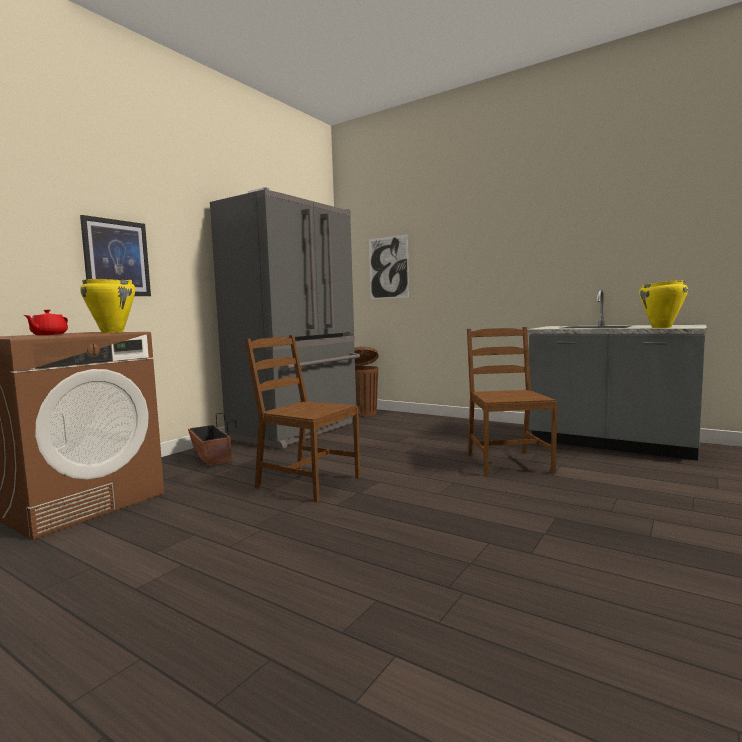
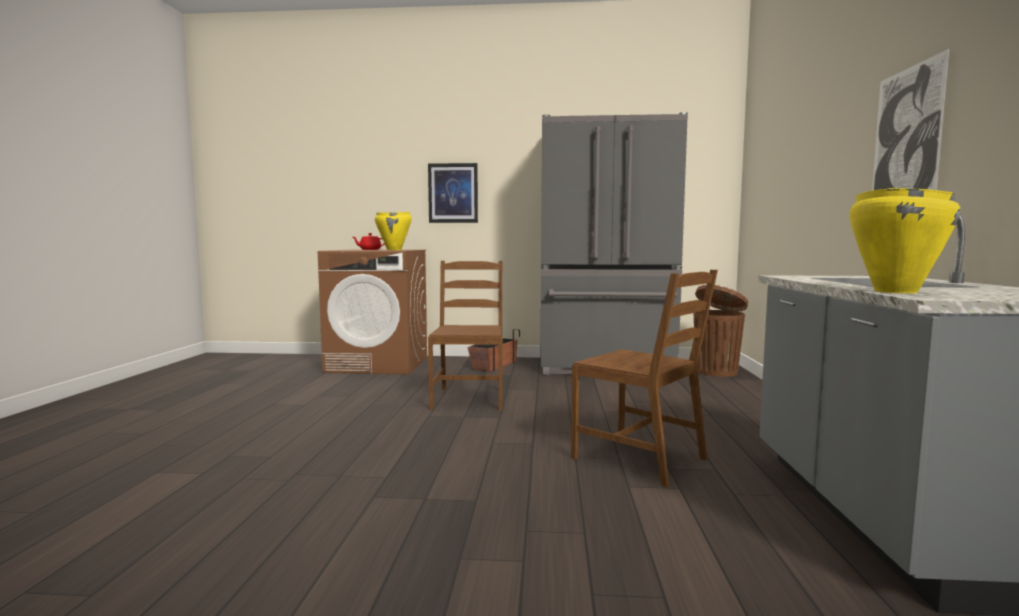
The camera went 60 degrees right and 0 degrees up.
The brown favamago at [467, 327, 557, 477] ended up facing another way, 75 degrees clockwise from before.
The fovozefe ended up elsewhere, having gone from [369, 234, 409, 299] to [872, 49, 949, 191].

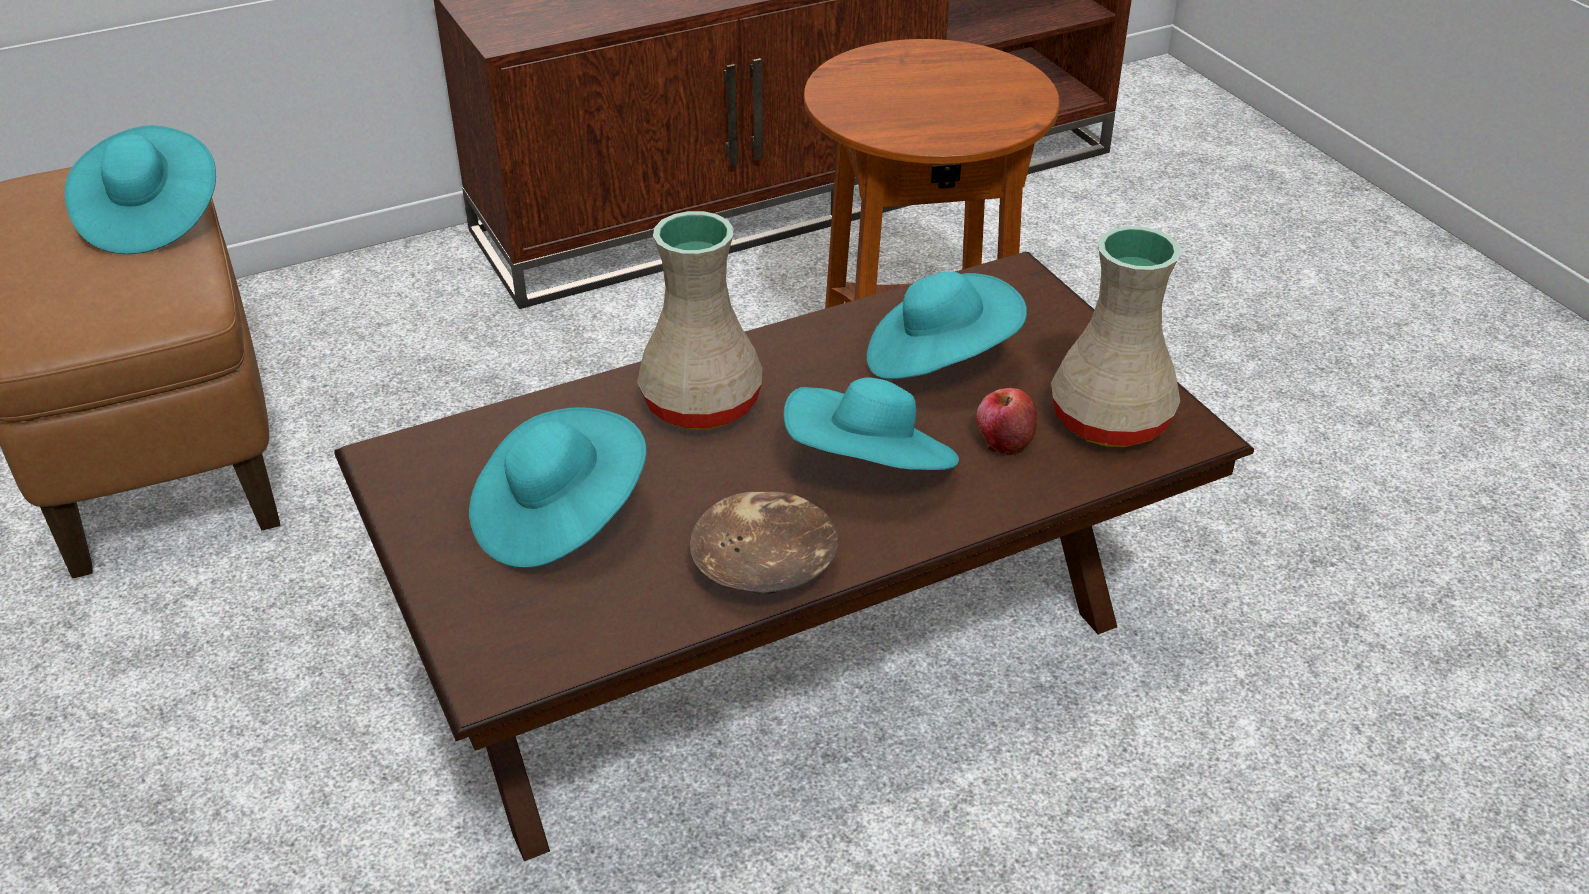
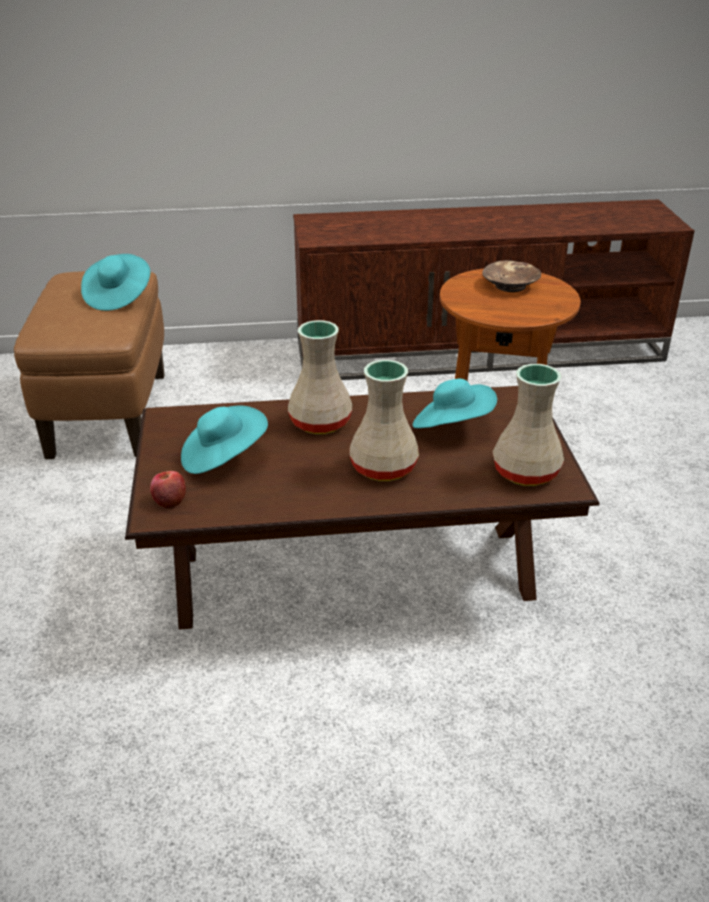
The camera went 20 degrees right and 5 degrees down.
The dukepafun ended up elsewhere, having gone from [976, 388, 1037, 456] to [150, 471, 186, 509].
Where the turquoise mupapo stood at [784, 377, 959, 470], the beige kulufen came to stand at [349, 360, 419, 481].
The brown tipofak ended up elsewhere, having gone from [690, 491, 838, 594] to [482, 260, 541, 292].

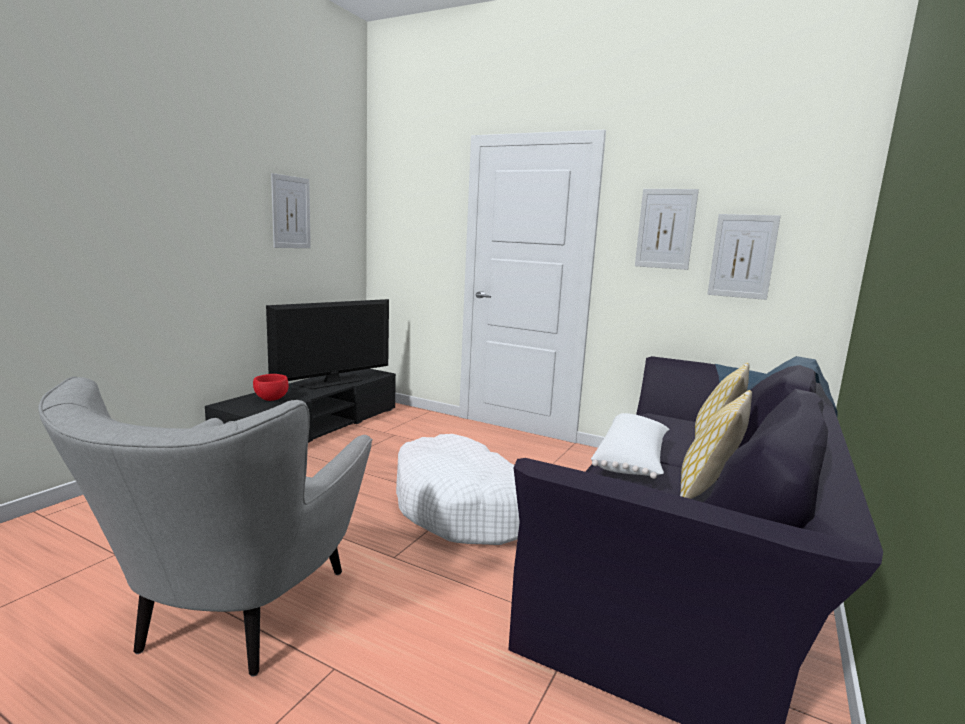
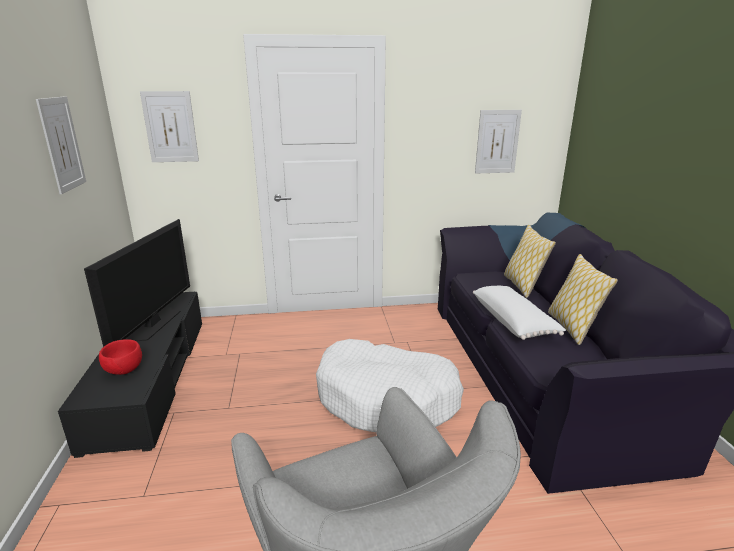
The camera went 35 degrees left and 10 degrees up.
The fovozefe ended up elsewhere, having gone from [635, 189, 699, 270] to [140, 91, 199, 162].

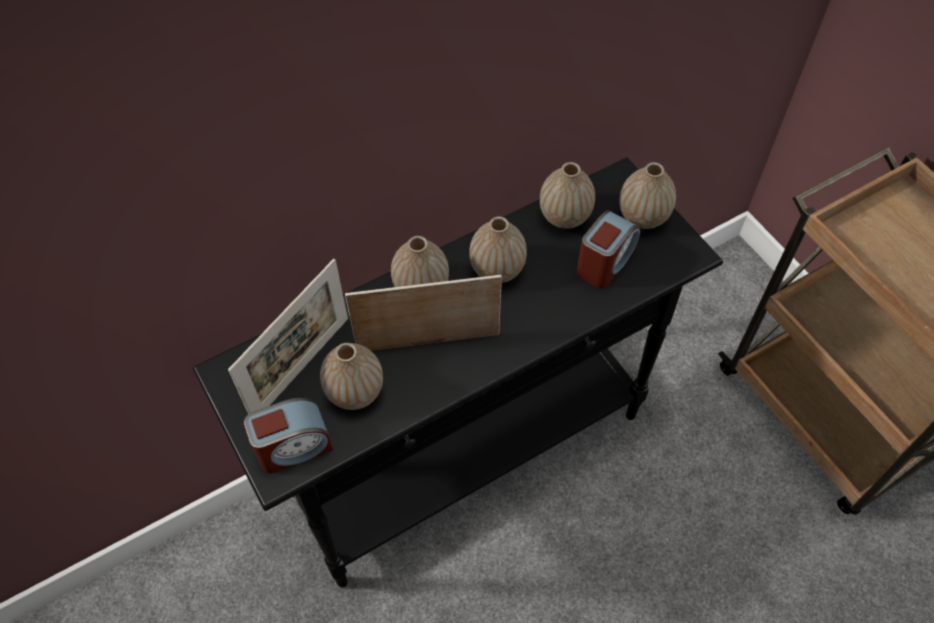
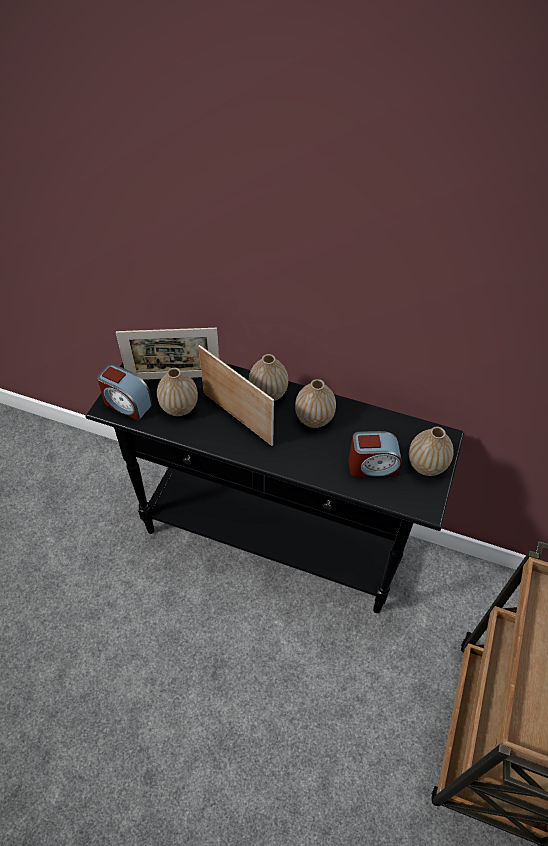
The camera went 50 degrees right and 5 degrees down.
The second view lost the kulufen at [540, 162, 595, 229].

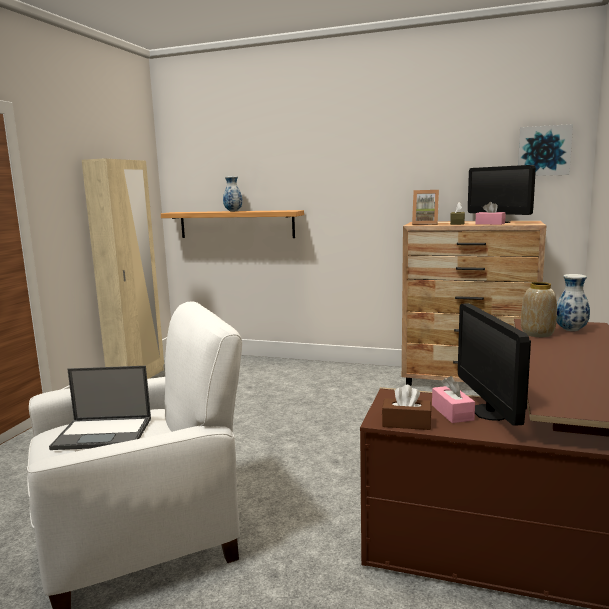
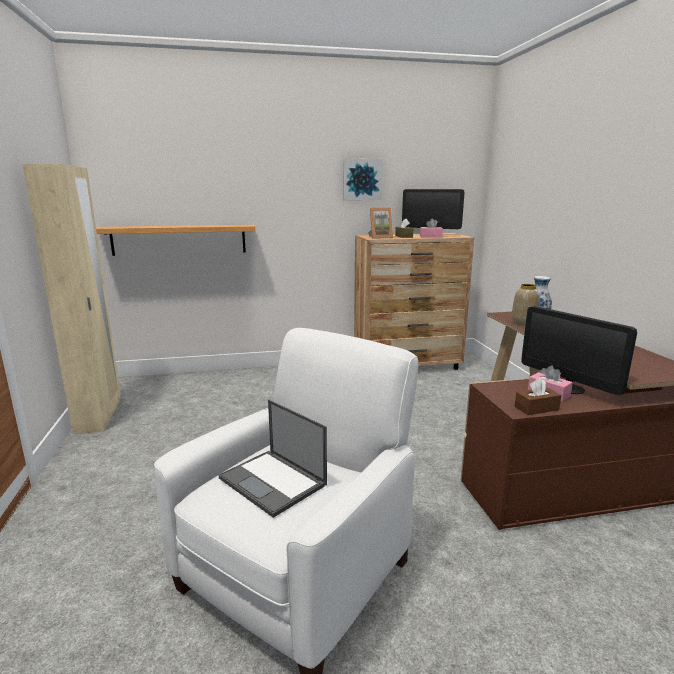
The camera went 30 degrees left and 5 degrees up.
The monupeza at [49, 366, 151, 450] ended up facing another way, 75 degrees clockwise from before.
The fovozefe ended up elsewhere, having gone from [518, 124, 573, 176] to [343, 158, 383, 200].
The second view lost the kulufen at [223, 176, 243, 212].

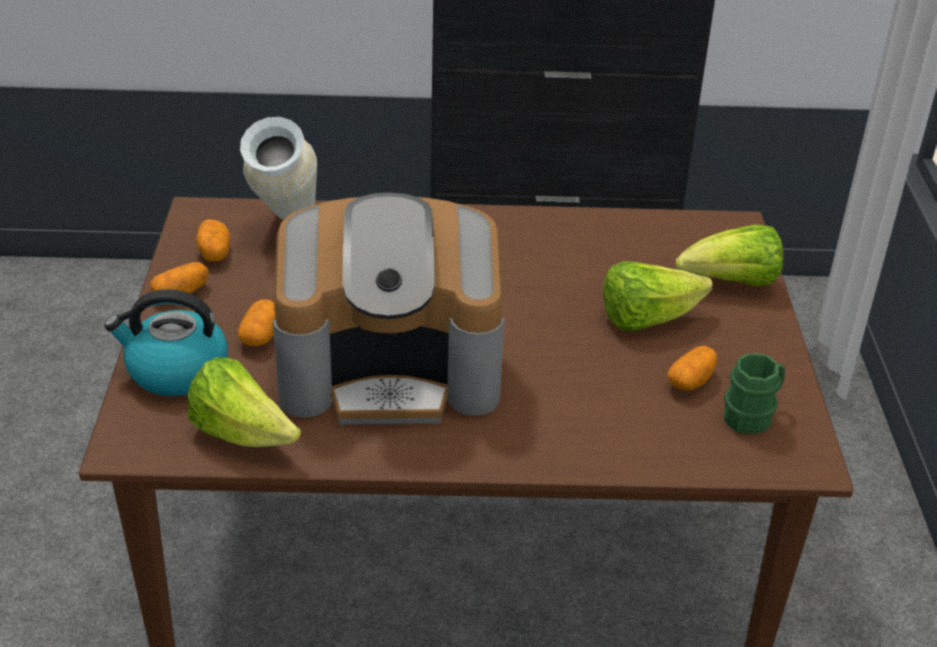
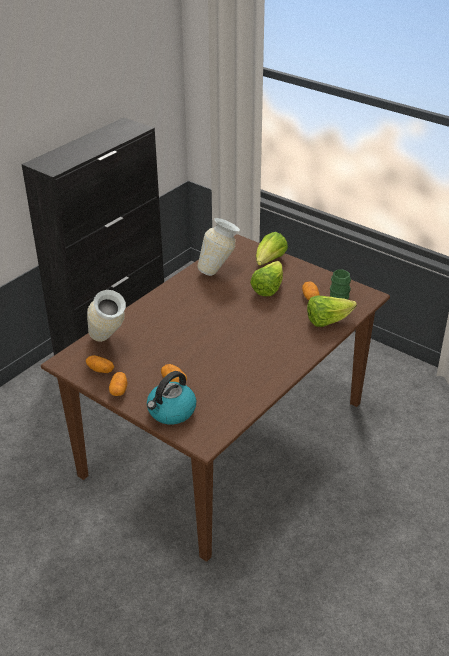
The camera went 50 degrees left and 0 degrees up.
The second view gained the kulufen at [198, 218, 240, 276].
The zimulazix ended up elsewhere, having gone from [187, 357, 301, 447] to [307, 295, 357, 327].
The second view lost the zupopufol at [273, 192, 505, 424].

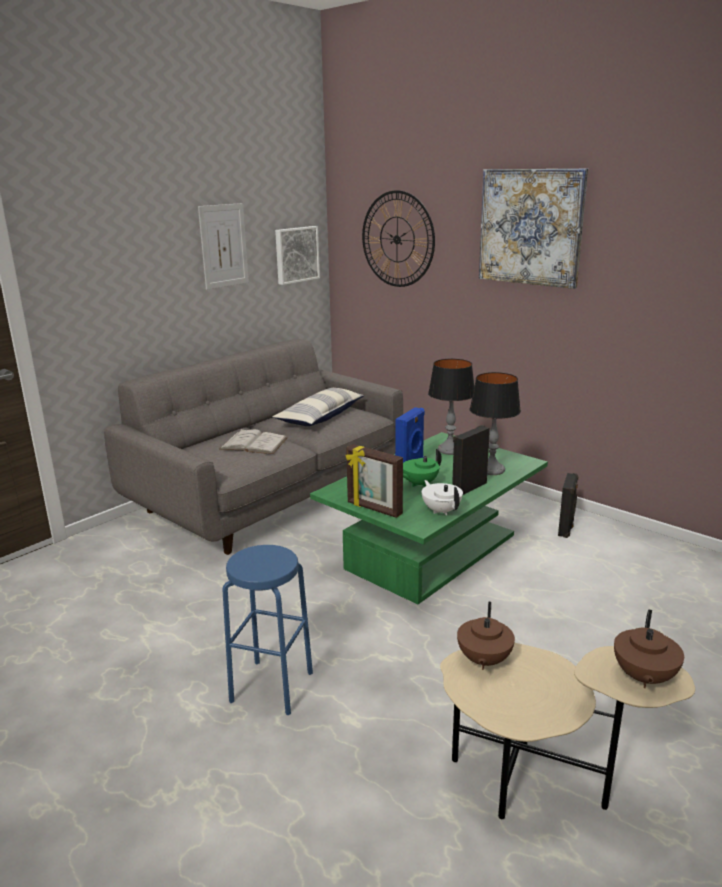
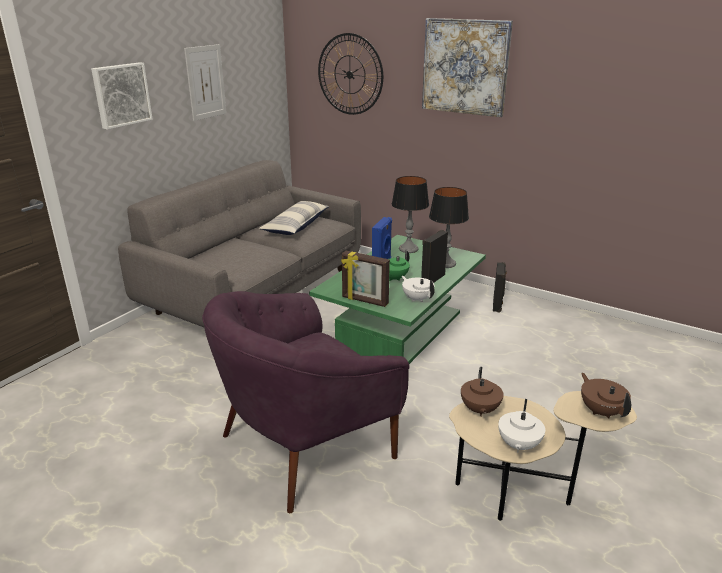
The camera went 10 degrees left and 5 degrees up.
The fovozefe ended up elsewhere, having gone from [275, 226, 320, 285] to [91, 62, 153, 129].
Where the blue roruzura stood at [222, 545, 313, 715], the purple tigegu came to stand at [202, 291, 410, 513].
The second view gained the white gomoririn at [498, 399, 545, 453].
The brown gomoririn at [614, 610, 684, 688] ended up facing another way, 150 degrees clockwise from before.
The second view lost the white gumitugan at [219, 429, 288, 454].

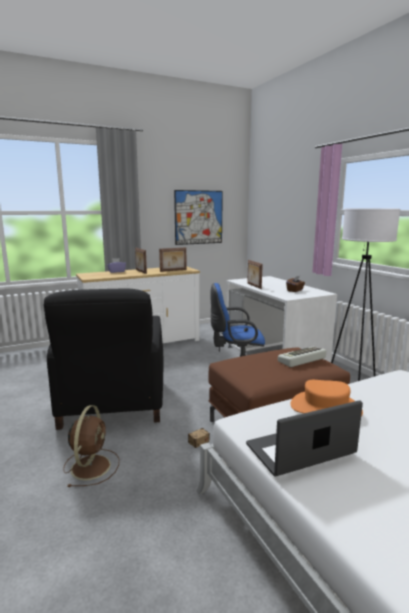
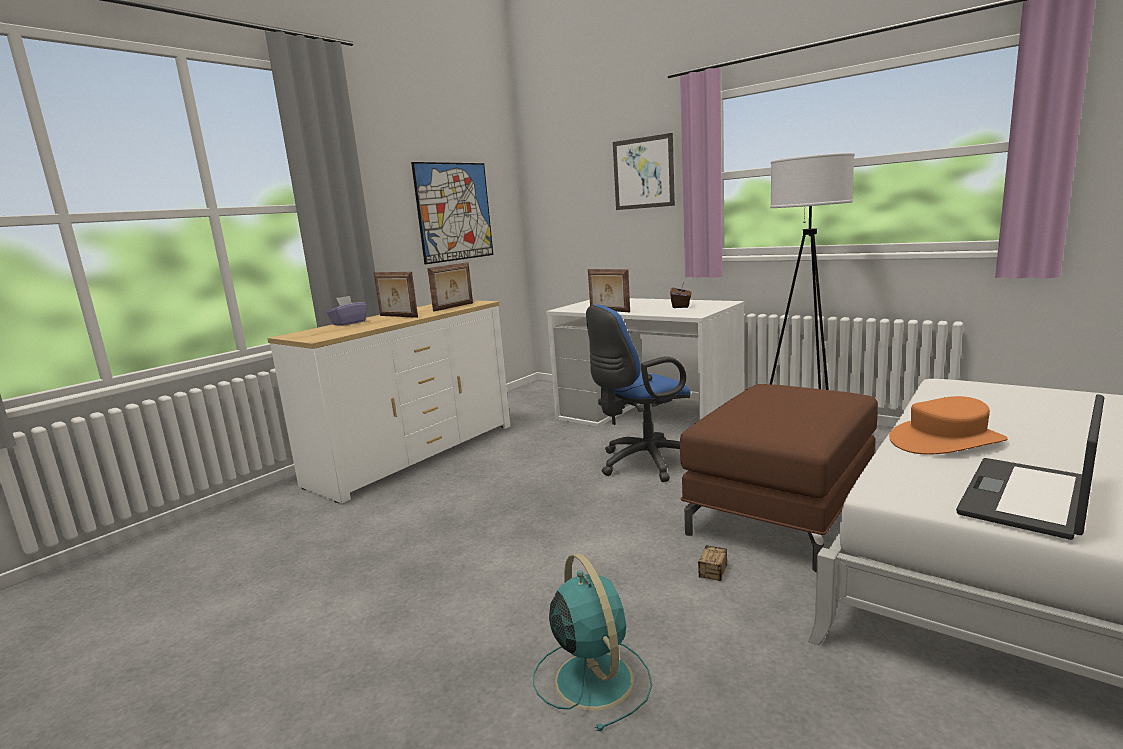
The camera went 25 degrees left and 0 degrees up.
What was the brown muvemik at [63, 405, 119, 487] turned into the turquoise muvemik at [533, 553, 652, 731].
The second view gained the fovozefe at [613, 133, 675, 210].
The second view lost the black tigegu at [44, 288, 163, 430].
The second view lost the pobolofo at [278, 347, 326, 367].

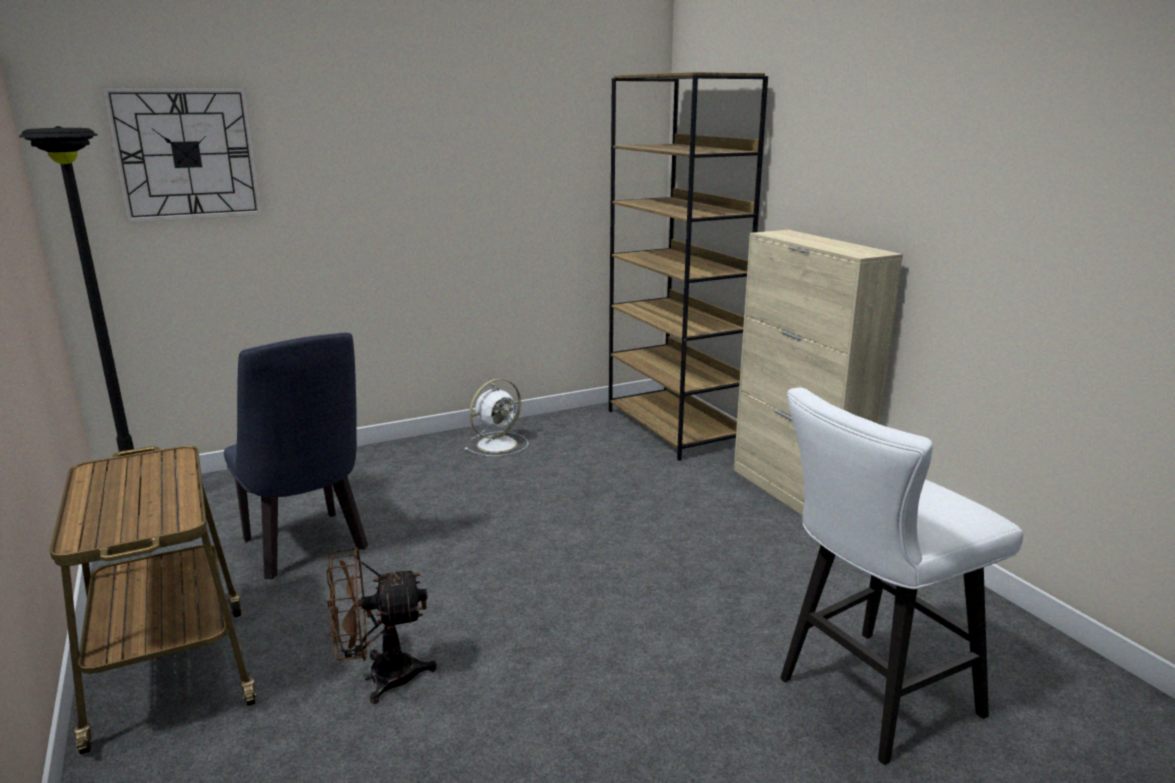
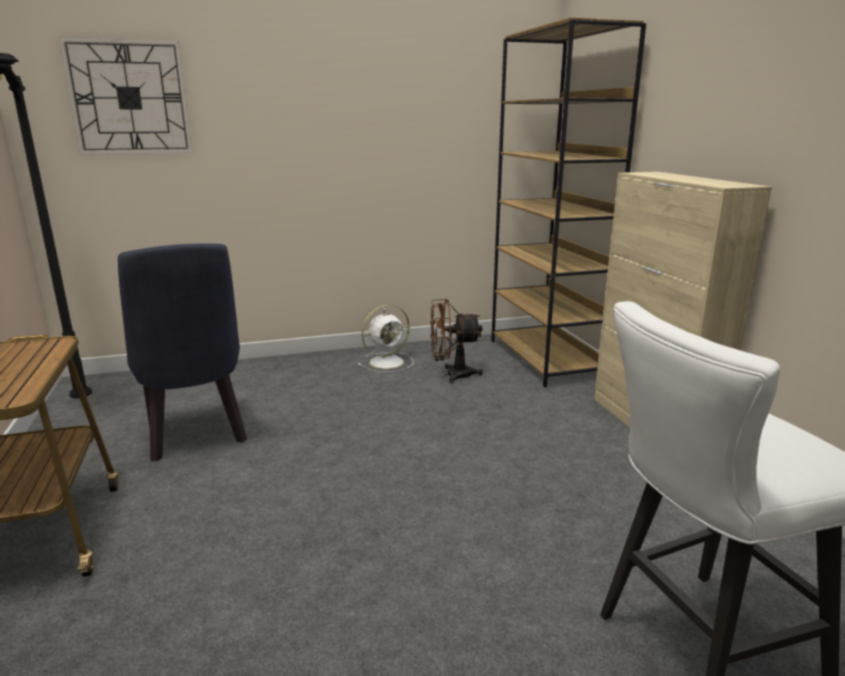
The camera went 10 degrees right and 0 degrees up.
The brown muvemik ended up elsewhere, having gone from [327, 547, 437, 704] to [430, 299, 483, 383].

